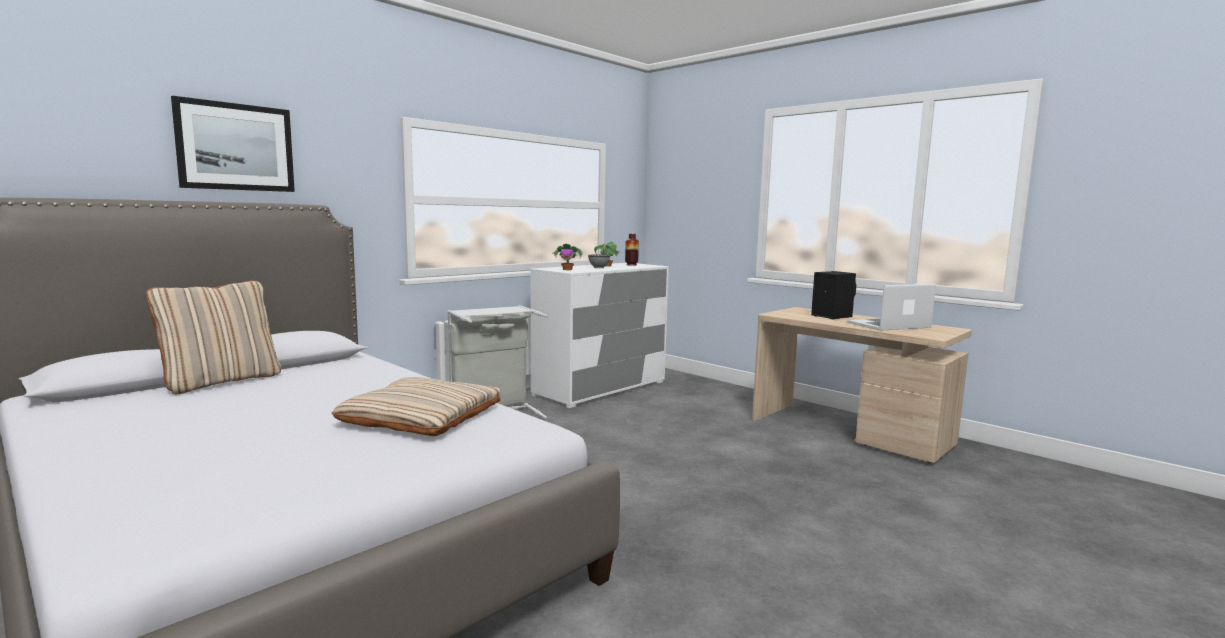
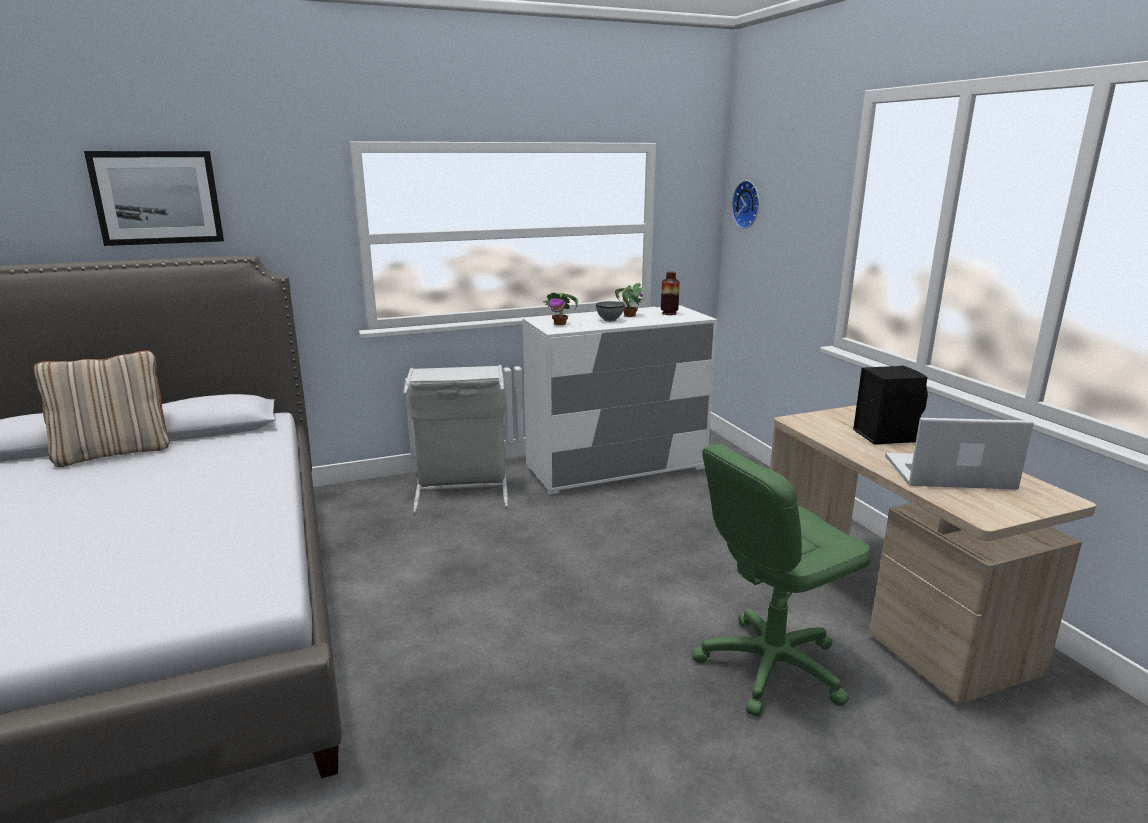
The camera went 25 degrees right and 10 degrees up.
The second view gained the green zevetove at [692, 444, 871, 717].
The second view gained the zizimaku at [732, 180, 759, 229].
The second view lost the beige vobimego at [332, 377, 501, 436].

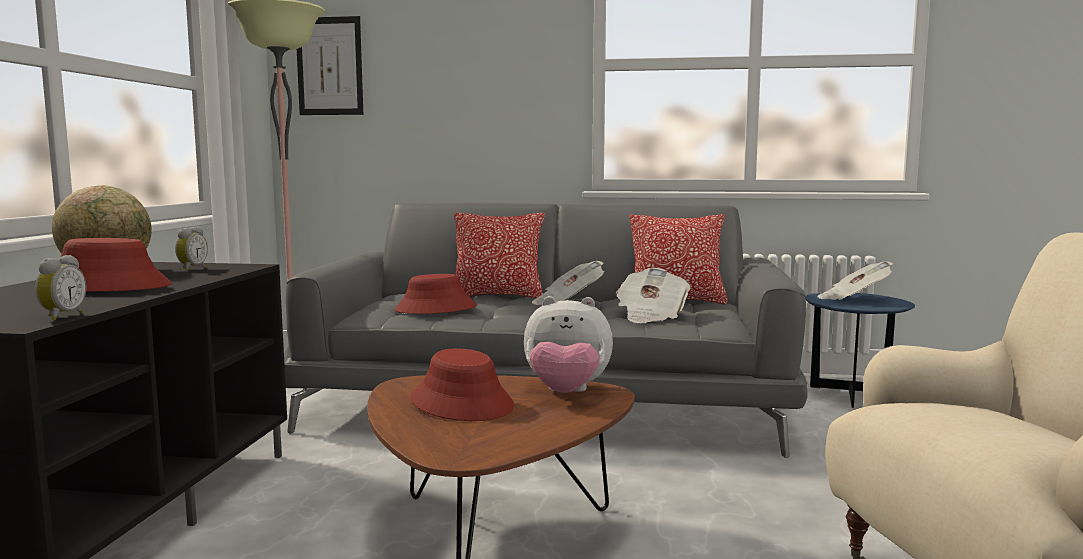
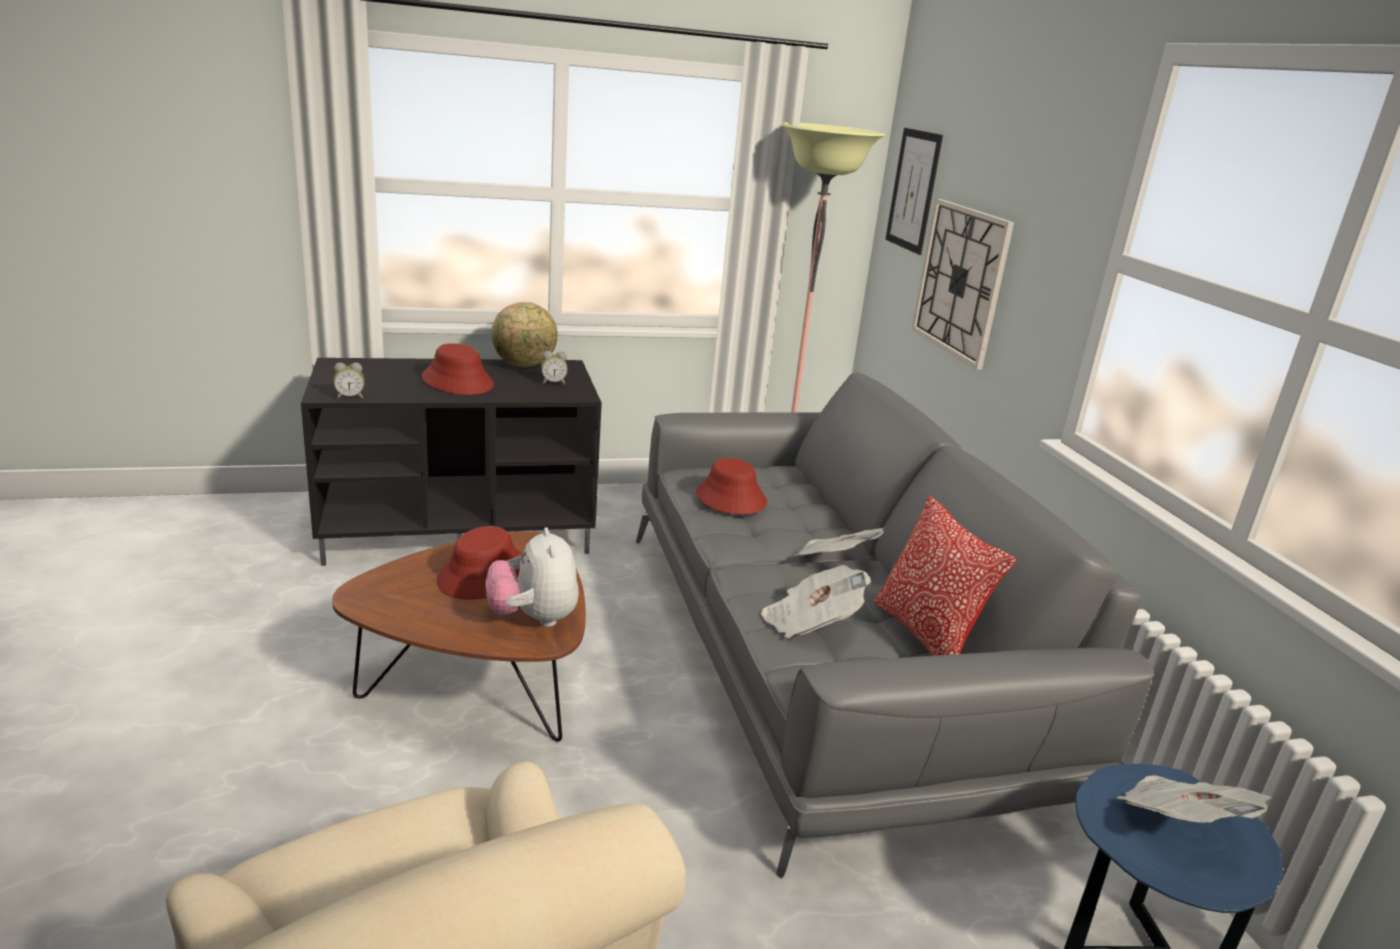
The camera went 65 degrees right and 15 degrees up.
The second view gained the zizimaku at [912, 199, 1014, 370].
The second view lost the vobimego at [454, 213, 545, 298].

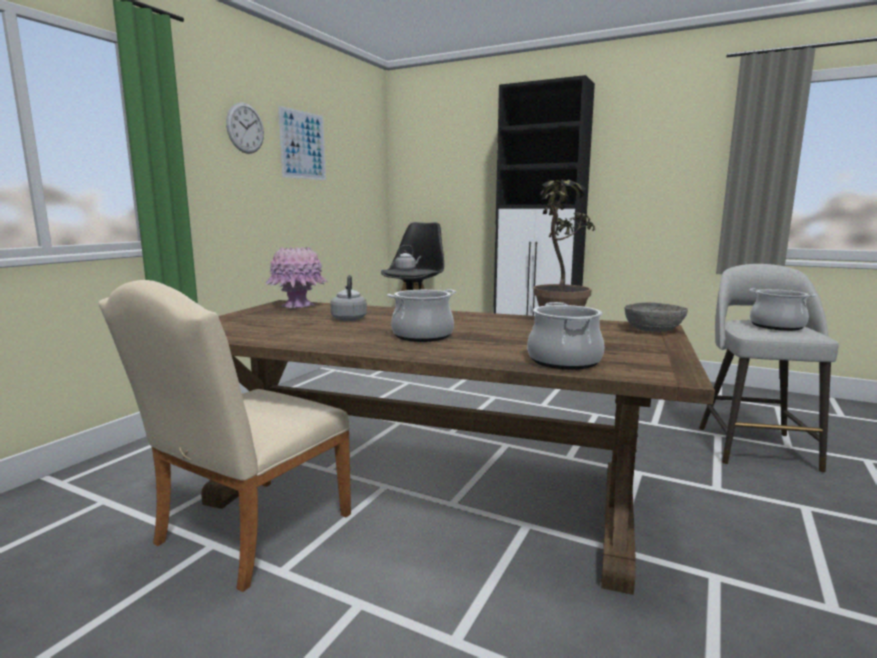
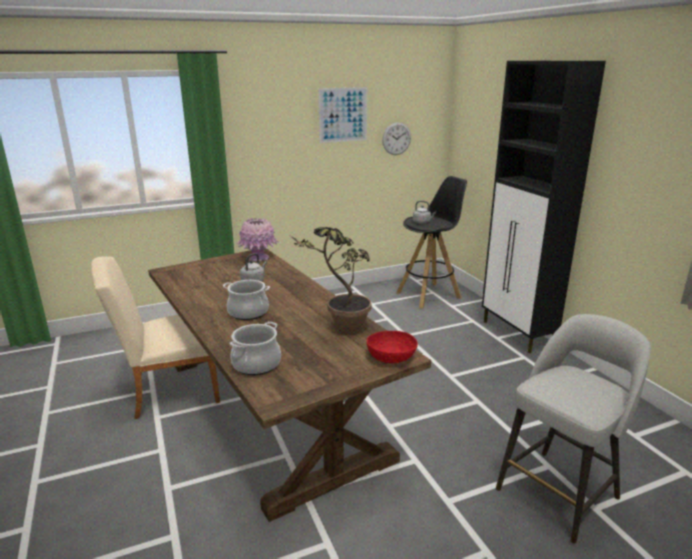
The camera went 40 degrees right and 10 degrees up.
What was the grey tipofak at [625, 302, 688, 332] turned into the red tipofak at [367, 331, 418, 363].
The zizimaku ended up elsewhere, having gone from [226, 102, 264, 154] to [382, 122, 411, 155].
The second view lost the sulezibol at [749, 288, 817, 331].

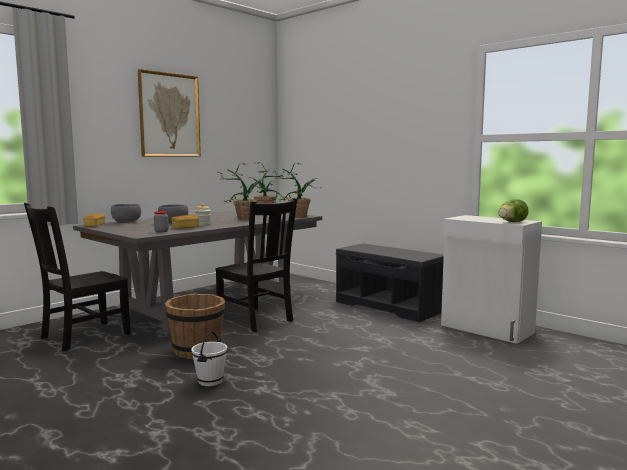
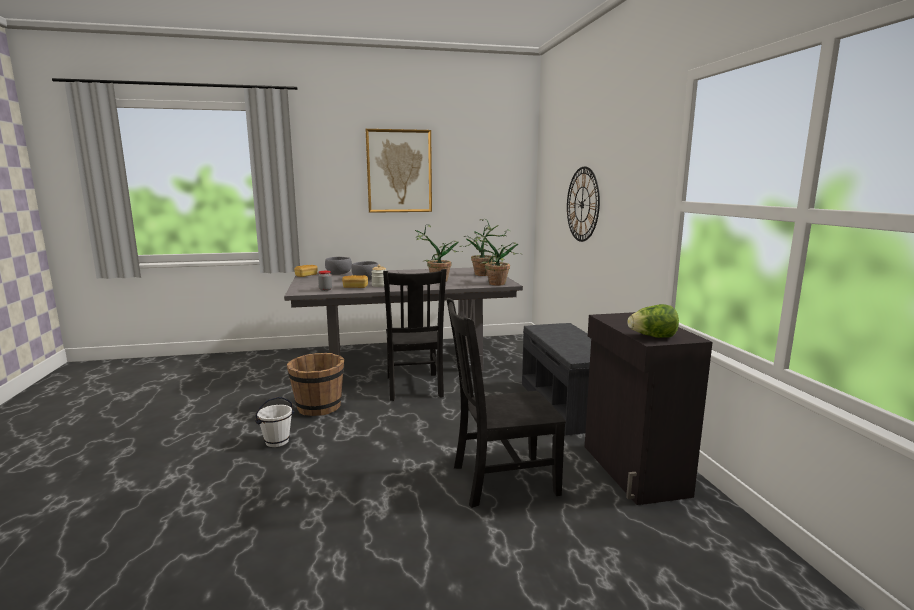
The camera went 35 degrees right and 5 degrees up.
The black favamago ended up elsewhere, having gone from [24, 203, 131, 351] to [447, 298, 566, 508].
The second view gained the zizimaku at [567, 166, 600, 242].
What was the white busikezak at [441, 215, 542, 344] turned into the black busikezak at [585, 312, 713, 505].

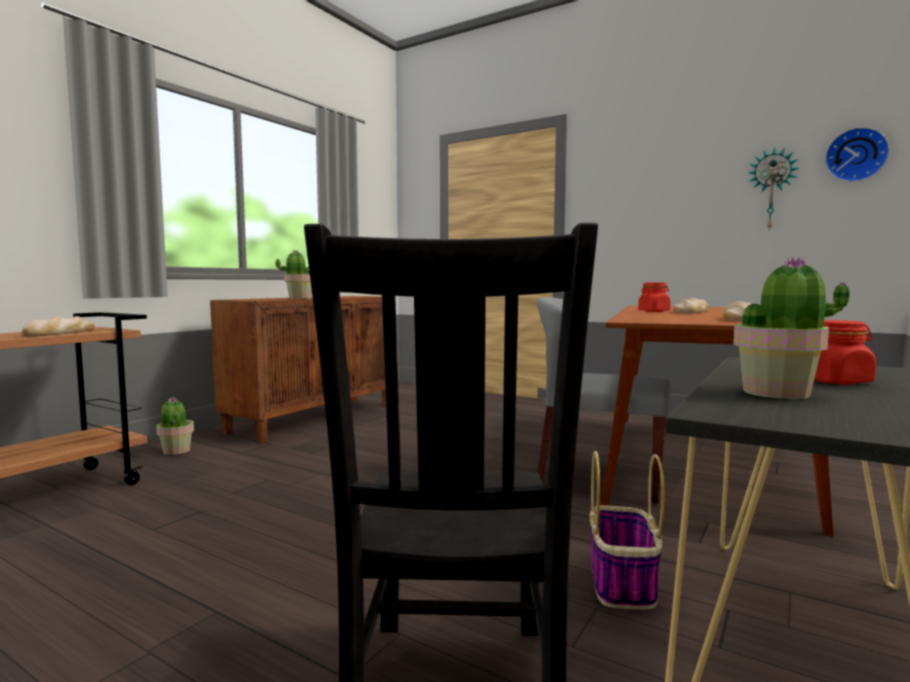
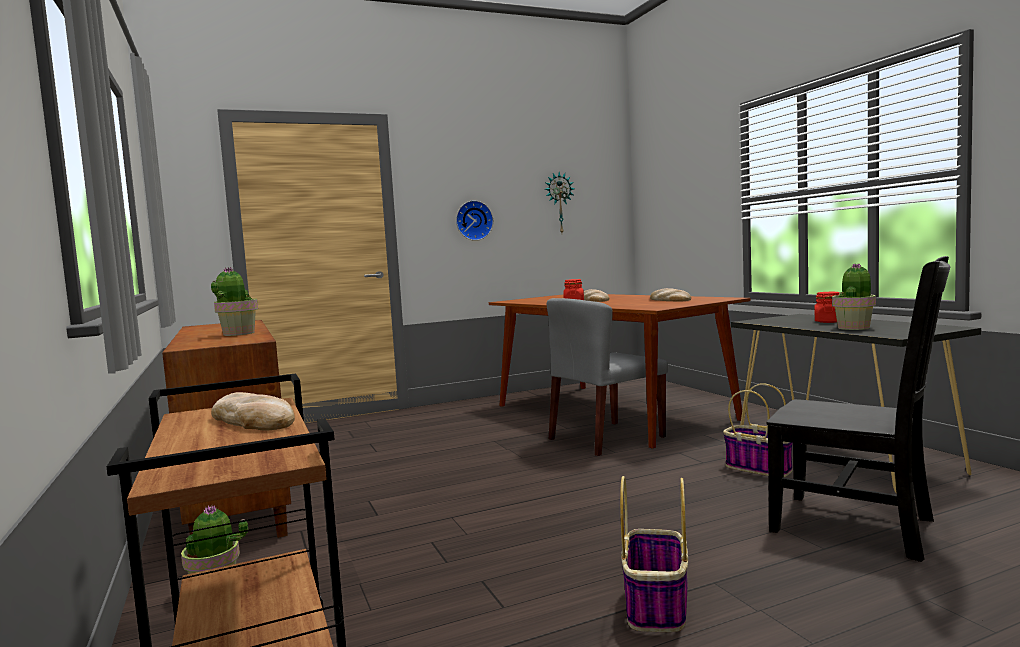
The camera went 55 degrees left and 0 degrees up.
The zizimaku ended up elsewhere, having gone from [825, 127, 890, 182] to [456, 200, 493, 241].
The second view gained the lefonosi at [620, 476, 688, 632].

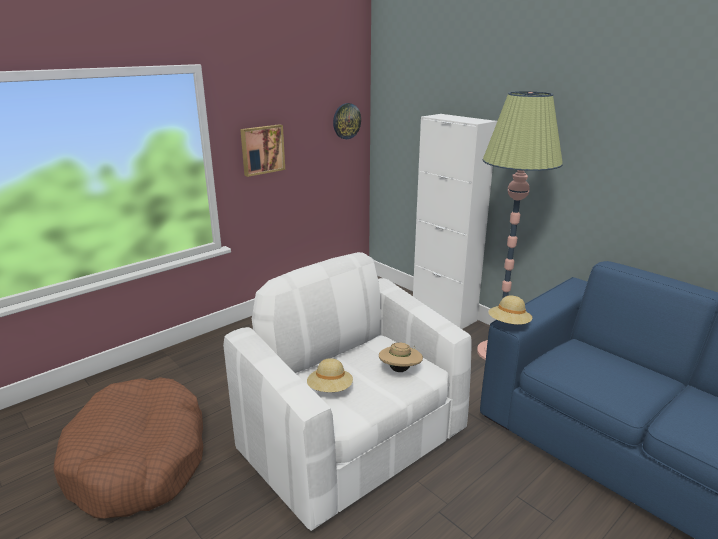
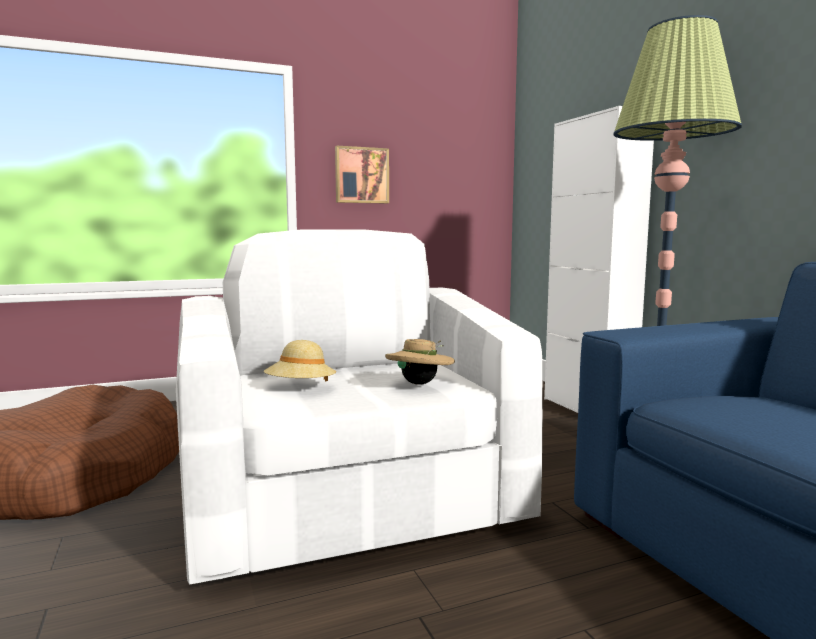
The camera went 20 degrees right and 15 degrees down.
The second view lost the zizimaku at [333, 103, 361, 139].
The second view lost the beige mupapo at [488, 295, 532, 325].

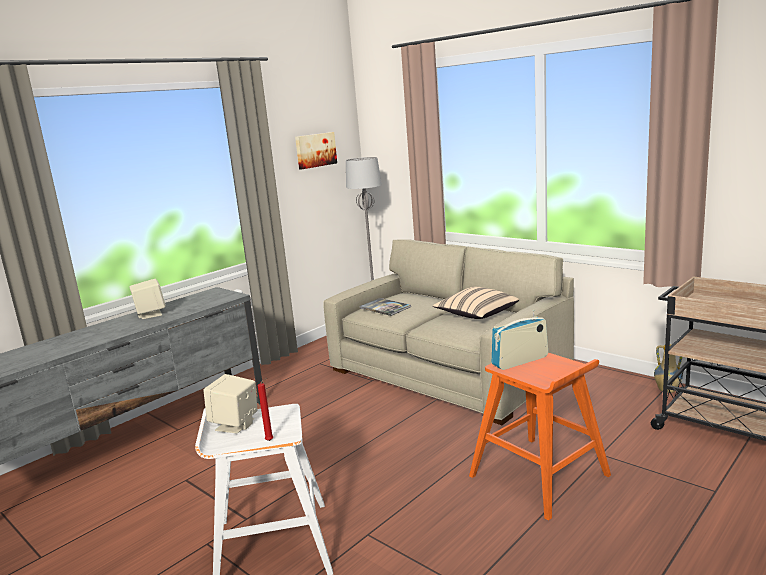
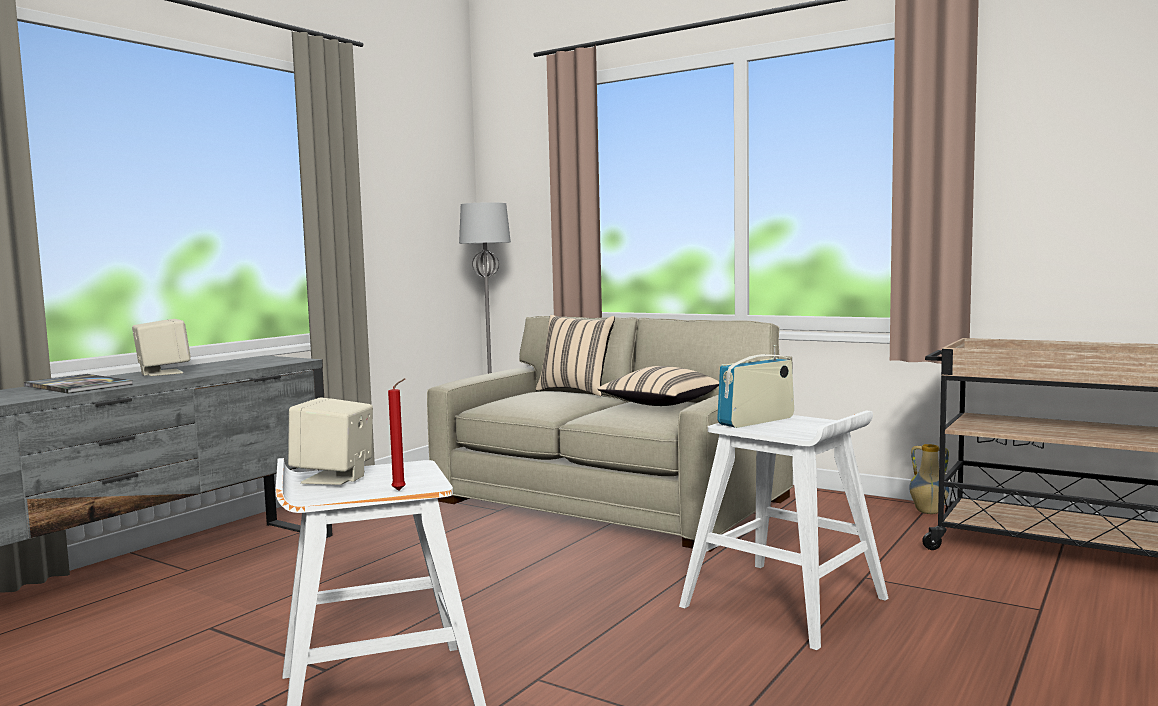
The camera went 10 degrees left and 10 degrees down.
The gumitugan ended up elsewhere, having gone from [360, 298, 411, 316] to [24, 374, 133, 394].
The second view gained the beige vobimego at [536, 315, 615, 396].
What was the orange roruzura at [469, 353, 611, 521] turned into the white roruzura at [679, 411, 889, 650].
The second view lost the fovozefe at [295, 132, 337, 169].

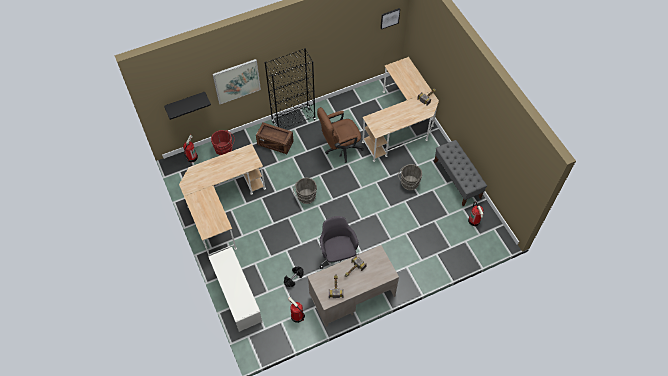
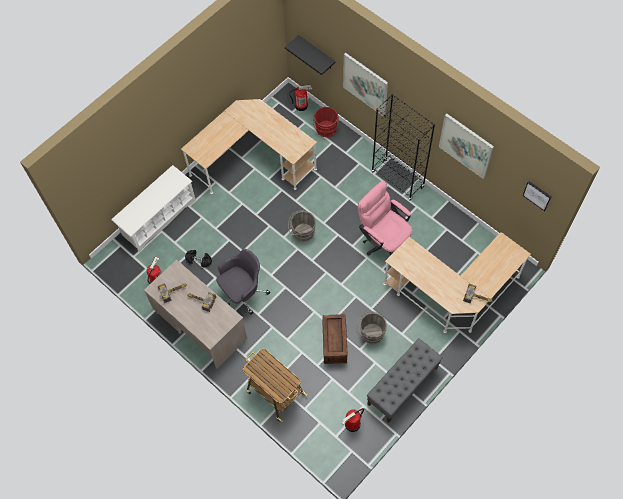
The camera went 70 degrees right and 5 degrees up.
The second view gained the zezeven at [243, 349, 307, 422].
The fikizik ended up elsewhere, having gone from [256, 123, 294, 154] to [322, 314, 347, 364].
What was the brown zevetove at [317, 107, 364, 163] turned into the pink zevetove at [358, 181, 412, 256].
The second view gained the fovozefe at [439, 114, 494, 179].

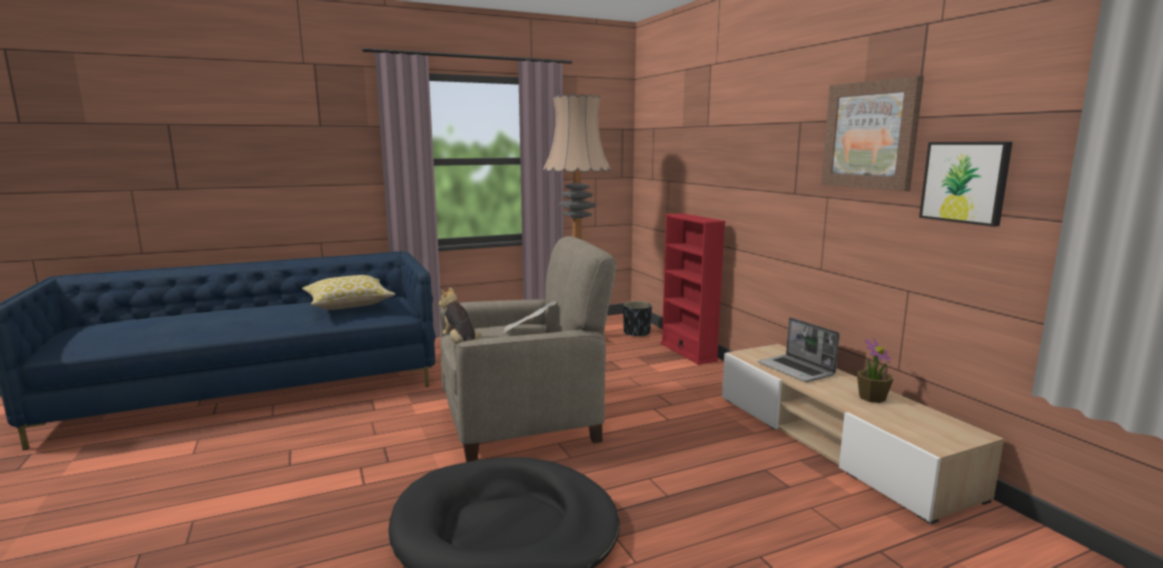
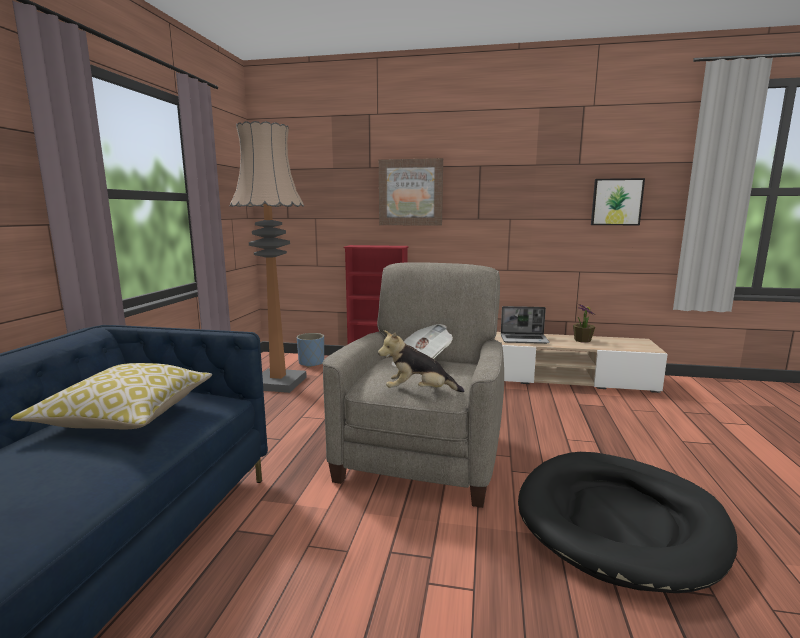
The camera went 55 degrees left and 0 degrees up.
What was the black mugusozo at [623, 301, 652, 337] turned into the blue mugusozo at [297, 333, 324, 367].
The fovozefe ended up elsewhere, having gone from [821, 76, 924, 191] to [379, 158, 443, 226].

